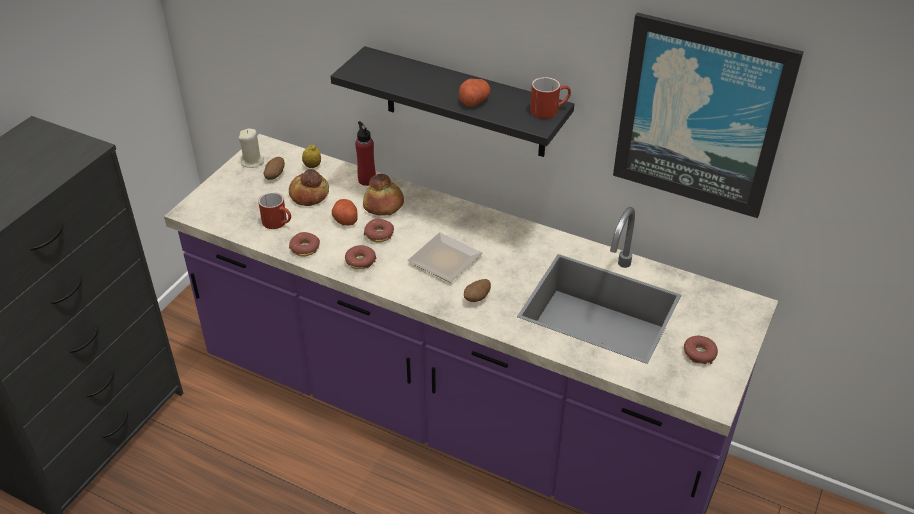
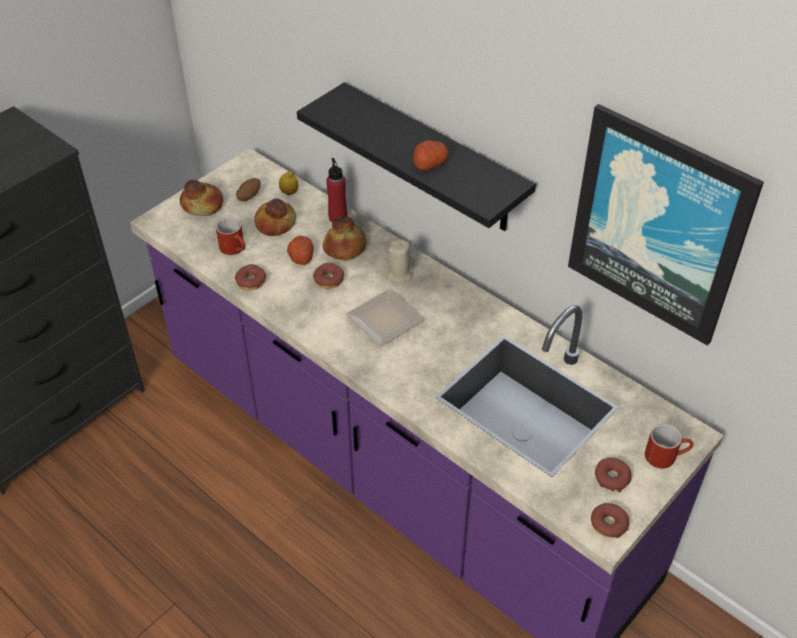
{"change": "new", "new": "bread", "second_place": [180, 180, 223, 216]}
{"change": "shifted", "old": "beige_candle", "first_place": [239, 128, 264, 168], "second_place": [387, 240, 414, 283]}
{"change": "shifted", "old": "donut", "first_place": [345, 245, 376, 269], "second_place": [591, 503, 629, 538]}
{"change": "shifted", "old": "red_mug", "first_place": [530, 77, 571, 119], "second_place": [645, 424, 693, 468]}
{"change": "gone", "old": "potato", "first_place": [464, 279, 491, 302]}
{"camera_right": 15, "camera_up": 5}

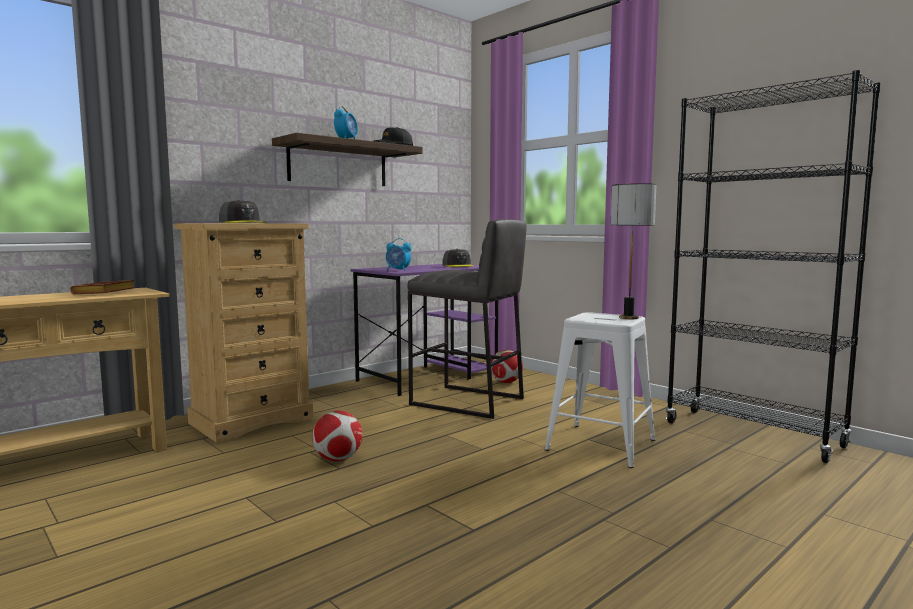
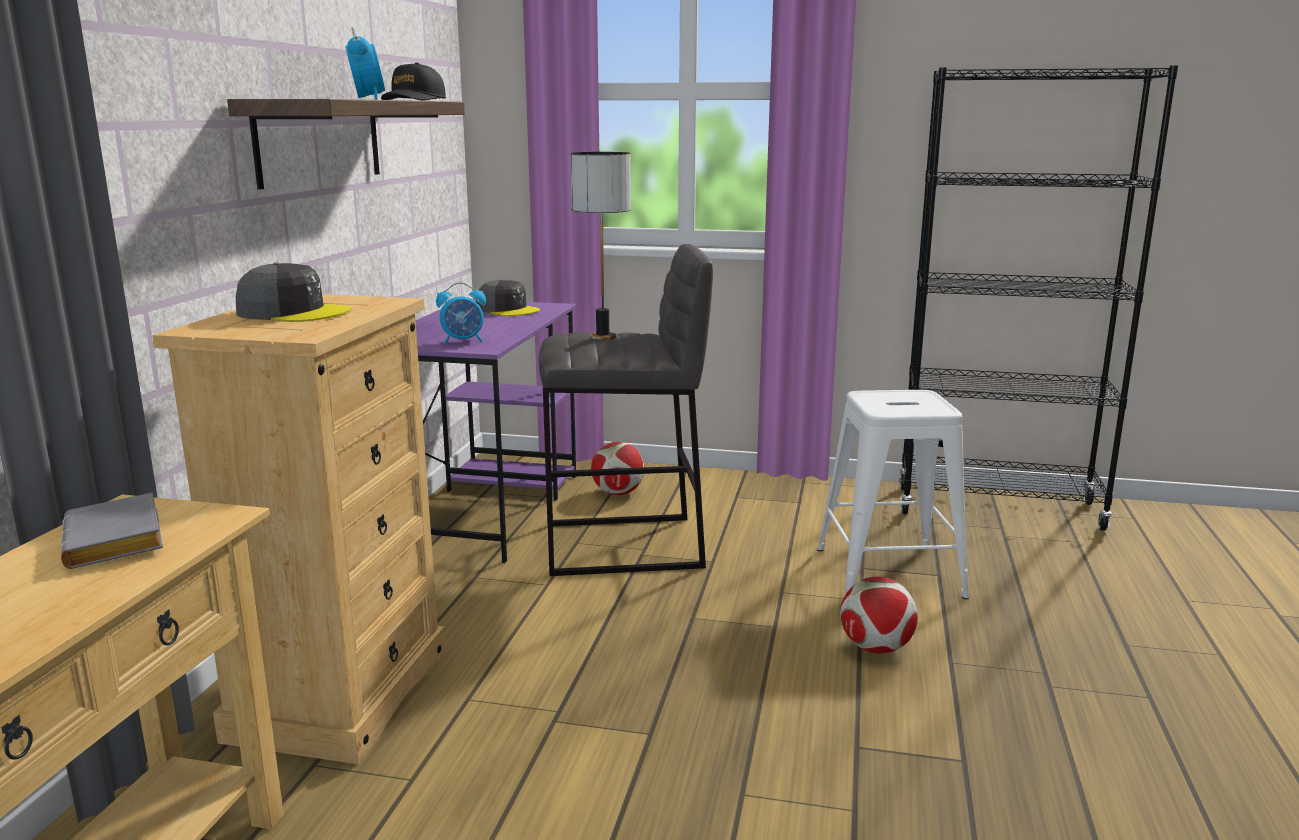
{"change": "repainted", "old": "brown_book", "new": "grey_book", "first_place": [71, 280, 135, 294], "second_place": [61, 493, 163, 569]}
{"change": "shifted", "old": "table_lamp", "first_place": [611, 183, 656, 319], "second_place": [571, 152, 631, 340]}
{"change": "shifted", "old": "football", "first_place": [312, 411, 362, 461], "second_place": [840, 577, 918, 653]}
{"camera_right": -35, "camera_up": 10}

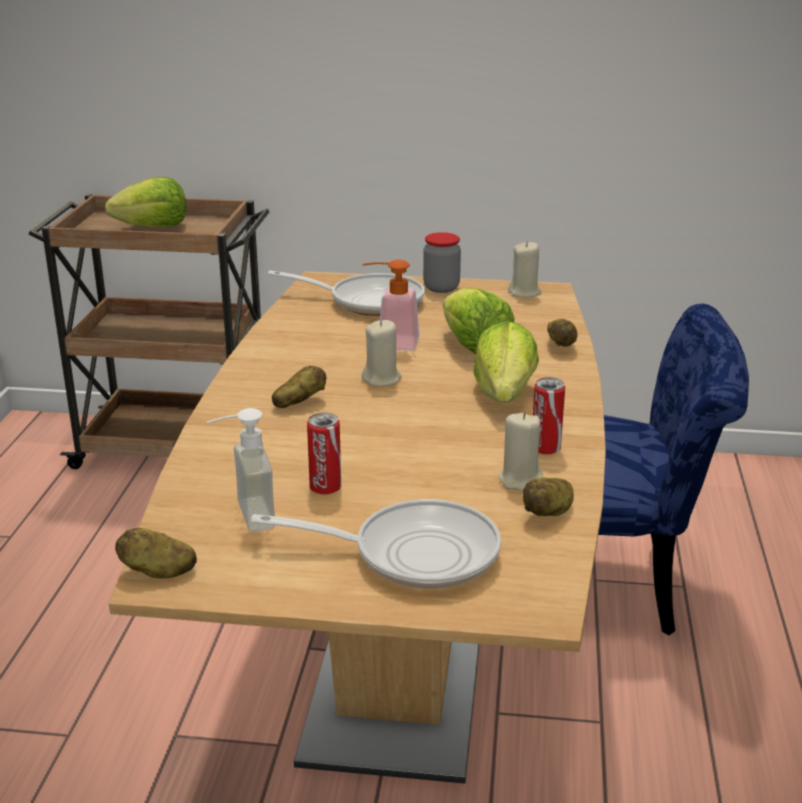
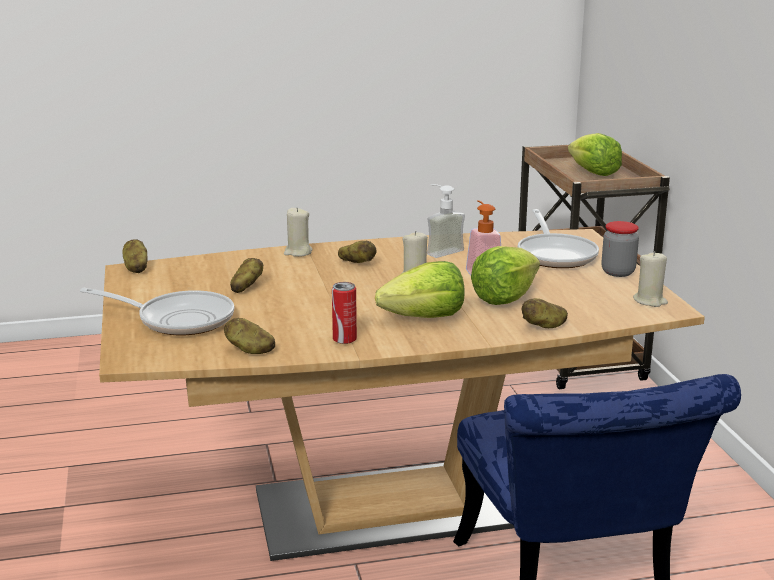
{"change": "rotated", "old": "frying_pan", "first_place": [251, 499, 501, 589], "second_place": [80, 288, 234, 335], "degrees": -60}
{"change": "swapped", "old": "can", "new": "potato", "first_place": [307, 413, 341, 494], "second_place": [230, 258, 263, 293]}
{"change": "shifted", "old": "beige_candle", "first_place": [498, 412, 543, 492], "second_place": [284, 208, 313, 257]}
{"change": "shifted", "old": "soap_dispenser", "first_place": [207, 408, 275, 532], "second_place": [427, 184, 465, 258]}
{"camera_right": 70, "camera_up": -5}

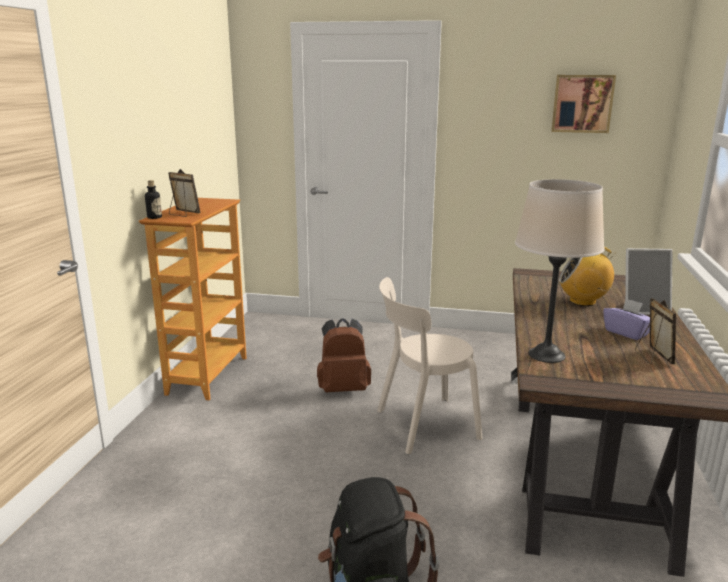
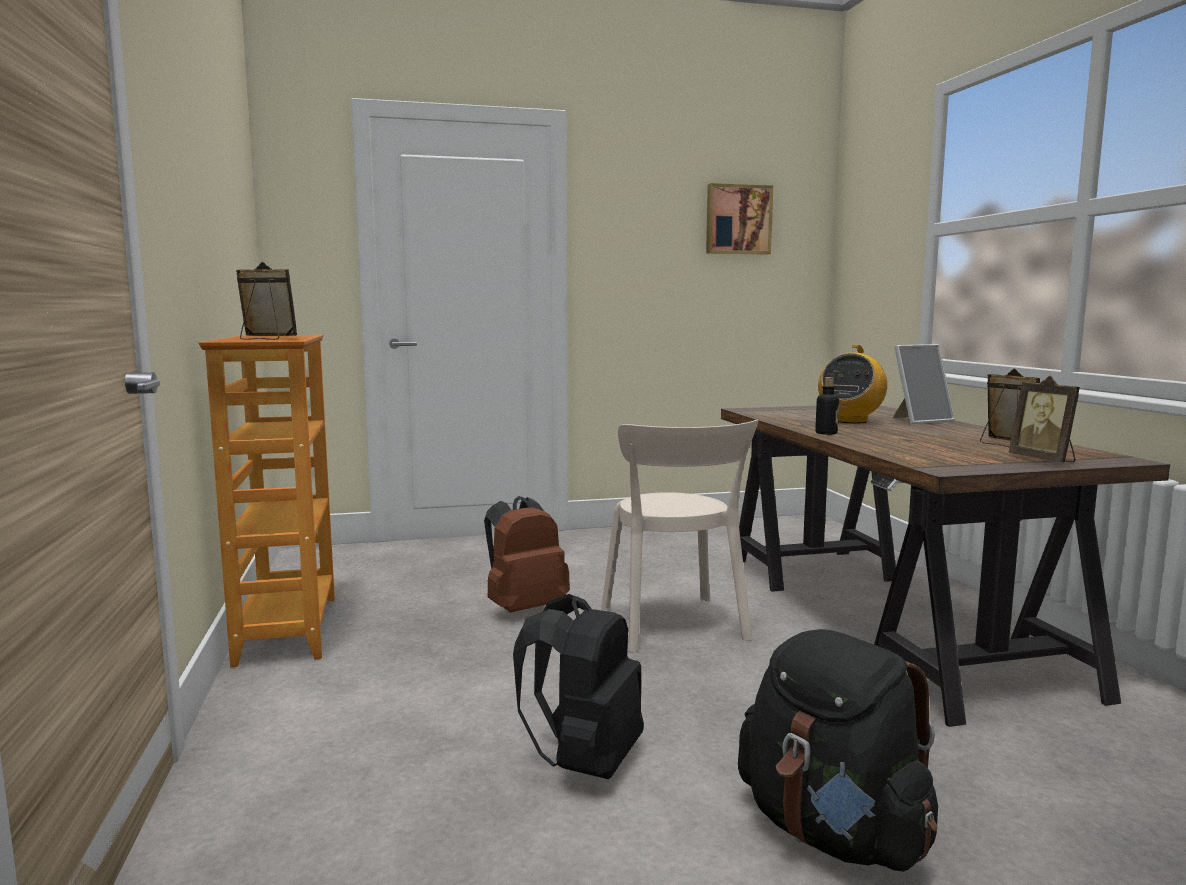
{"change": "new", "new": "black_backpack", "second_place": [513, 594, 644, 779]}
{"change": "rotated", "old": "beige_chair", "first_place": [377, 277, 483, 454], "second_place": [601, 419, 758, 653], "degrees": -60}
{"change": "shifted", "old": "bottle", "first_place": [145, 180, 162, 219], "second_place": [815, 377, 839, 435]}
{"change": "rotated", "old": "radio", "first_place": [559, 247, 614, 306], "second_place": [818, 345, 887, 423], "degrees": -45}
{"change": "new", "new": "picture_frame", "second_place": [1008, 376, 1080, 462]}
{"change": "gone", "old": "beige_table_lamp", "first_place": [515, 179, 605, 363]}
{"change": "gone", "old": "purple_tissue_box", "first_place": [603, 298, 650, 340]}
{"camera_right": -25, "camera_up": -10}

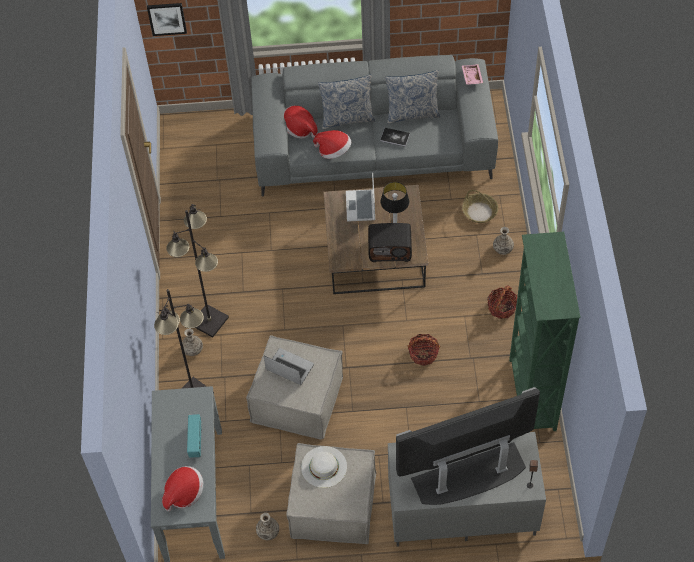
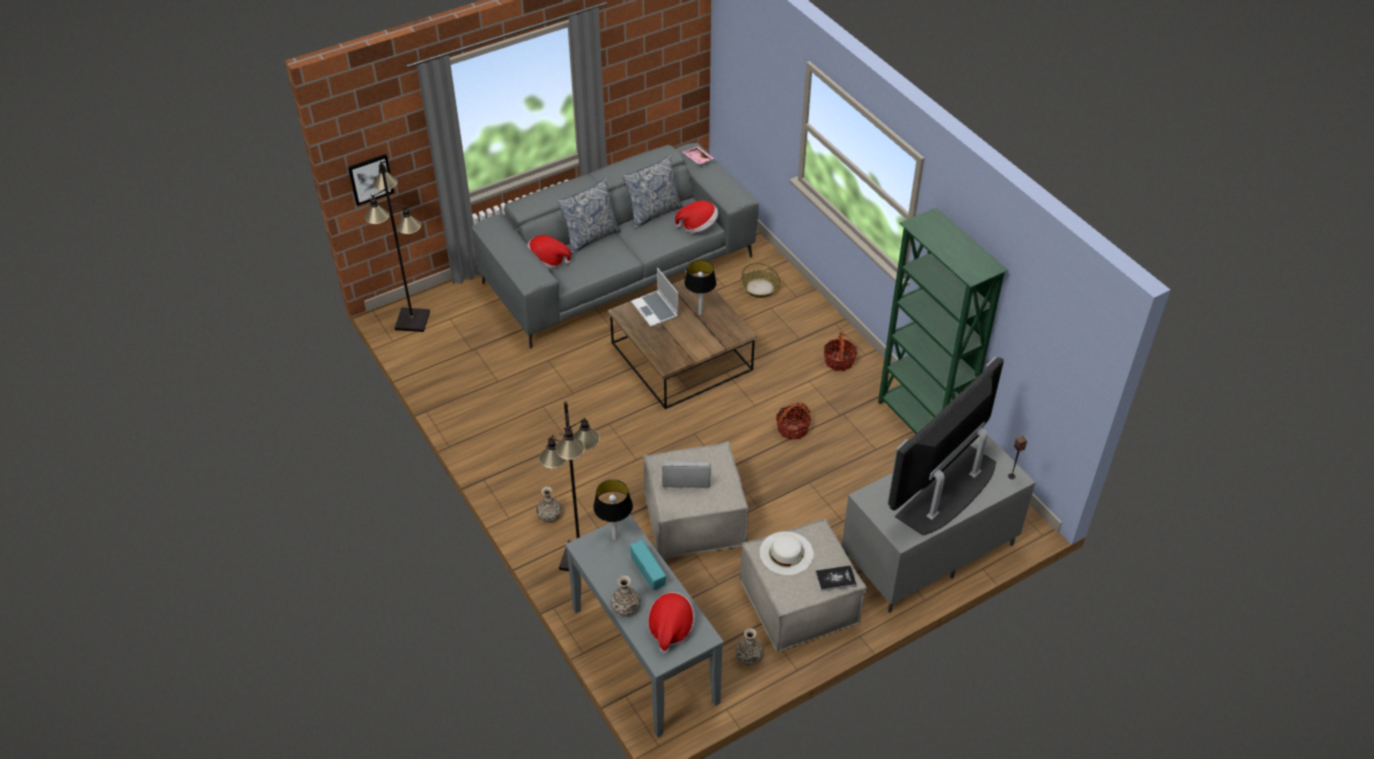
{"change": "shifted", "old": "black_floor_lamp", "first_place": [166, 204, 229, 337], "second_place": [364, 161, 430, 332]}
{"change": "new", "new": "table_lamp", "second_place": [593, 479, 633, 540]}
{"change": "shifted", "old": "vase", "first_place": [493, 227, 514, 255], "second_place": [611, 576, 641, 616]}
{"change": "shifted", "old": "hat", "first_place": [313, 130, 351, 159], "second_place": [675, 200, 718, 233]}
{"change": "shifted", "old": "book", "first_place": [380, 128, 410, 147], "second_place": [816, 565, 856, 591]}
{"change": "gone", "old": "radio", "first_place": [368, 223, 412, 262]}
{"camera_right": -30, "camera_up": -10}

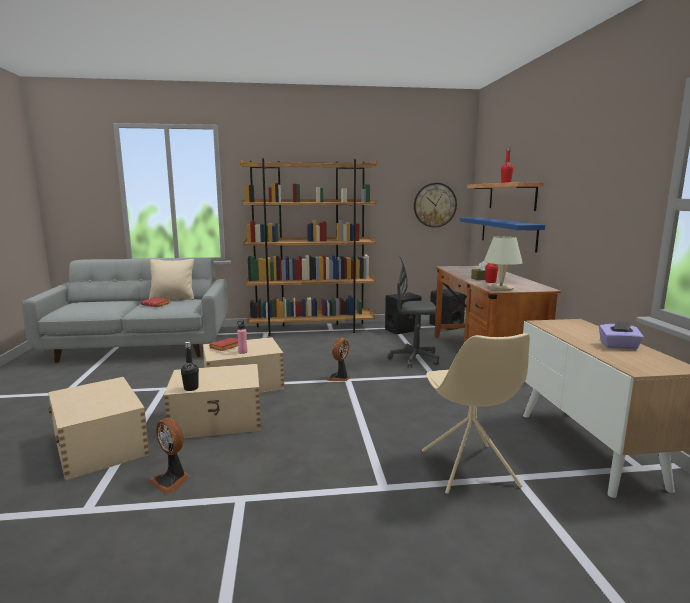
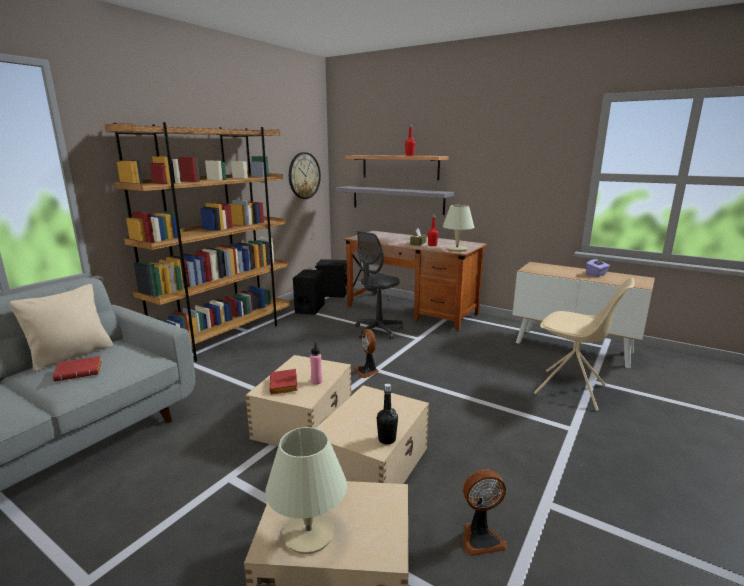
{"change": "new", "new": "beige_table_lamp", "second_place": [265, 427, 347, 554]}
{"change": "repainted", "old": "blue_shelf", "new": "grey_shelf", "first_place": [460, 217, 545, 252], "second_place": [336, 186, 454, 215]}
{"camera_right": -50, "camera_up": 5}

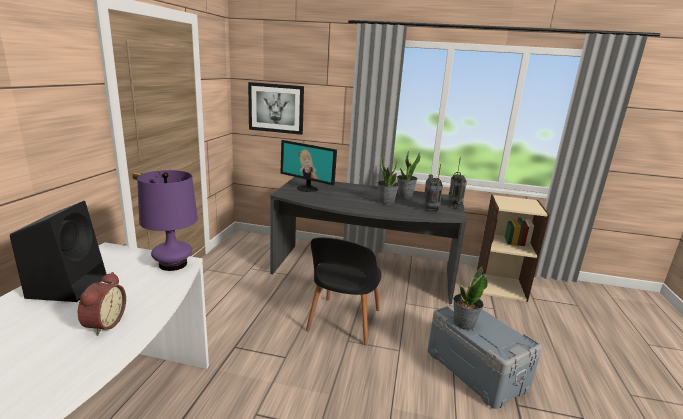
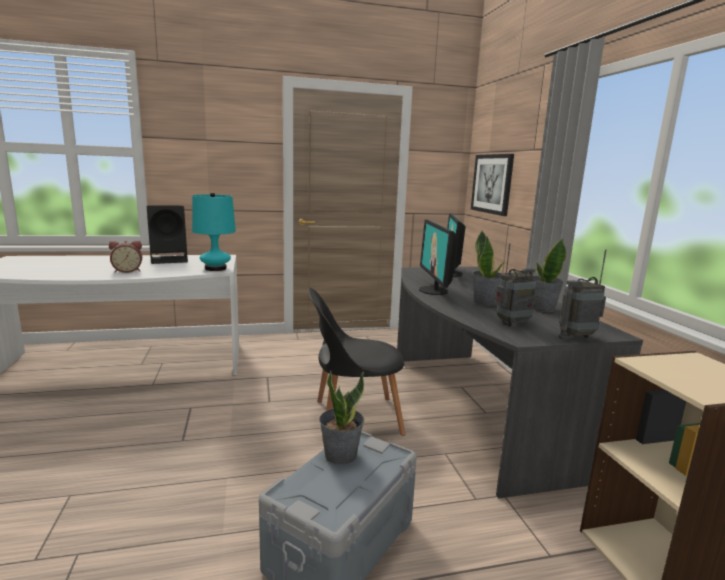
{"change": "repainted", "old": "purple_table_lamp", "new": "turquoise_table_lamp", "first_place": [137, 170, 198, 271], "second_place": [192, 192, 236, 271]}
{"change": "new", "new": "monitor", "second_place": [419, 220, 458, 295]}
{"camera_right": 65, "camera_up": -5}

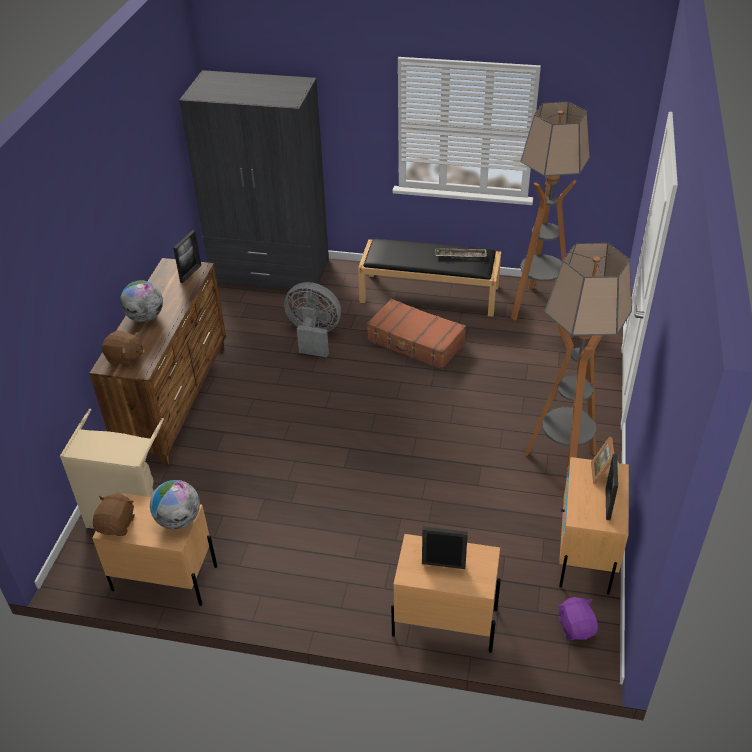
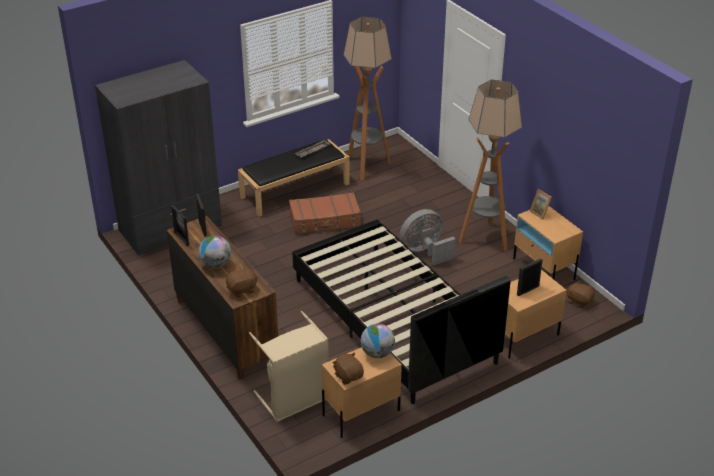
{"change": "shifted", "old": "picture_frame", "first_place": [605, 454, 618, 520], "second_place": [171, 205, 189, 246]}
{"change": "new", "new": "black_bed", "second_place": [292, 220, 511, 404]}
{"change": "shifted", "old": "grey_fan", "first_place": [284, 282, 341, 358], "second_place": [400, 209, 456, 265]}
{"change": "repainted", "old": "purple_plush_toy", "new": "brown_plush_toy", "first_place": [558, 597, 598, 640], "second_place": [566, 281, 595, 308]}
{"camera_right": -45, "camera_up": -5}

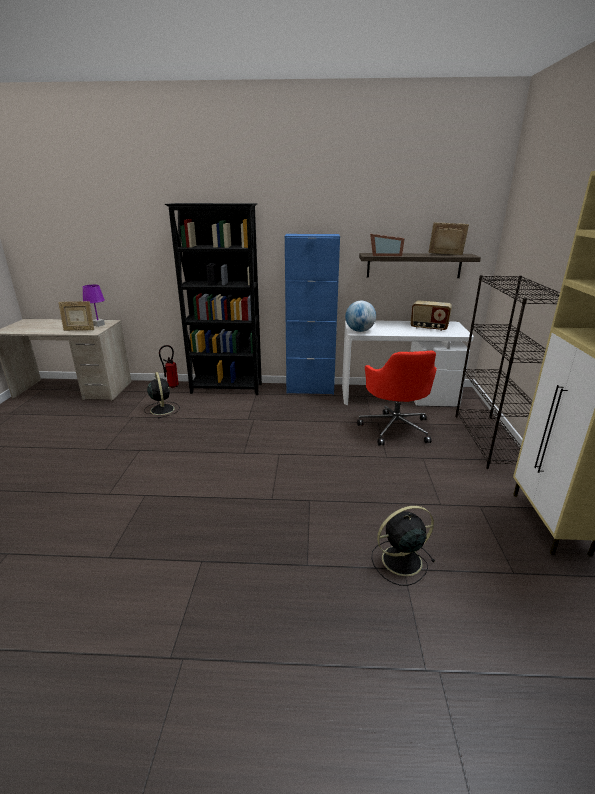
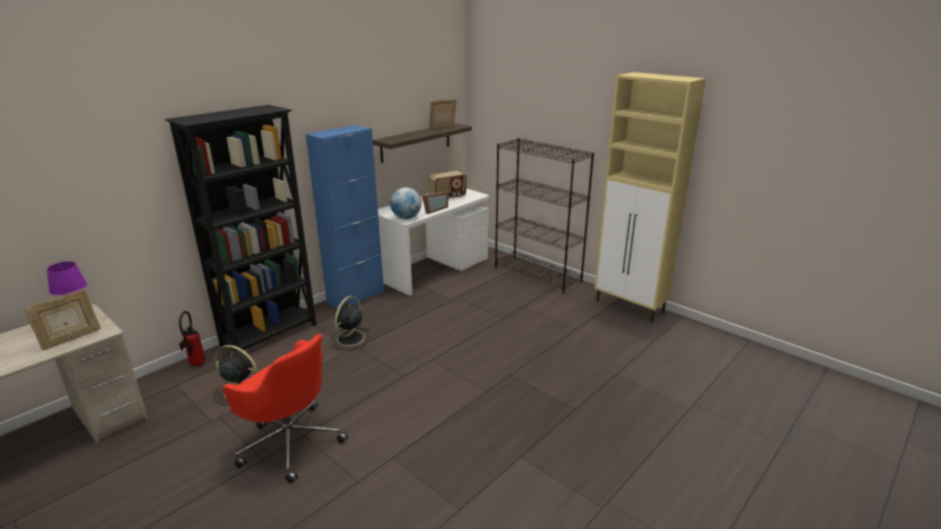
{"change": "shifted", "old": "red_office_chair", "first_place": [357, 350, 437, 445], "second_place": [222, 334, 348, 483]}
{"change": "shifted", "old": "black_fan", "first_place": [371, 506, 435, 586], "second_place": [330, 296, 369, 351]}
{"change": "shifted", "old": "picture_frame", "first_place": [370, 234, 405, 256], "second_place": [422, 191, 448, 214]}
{"camera_right": -50, "camera_up": 0}

